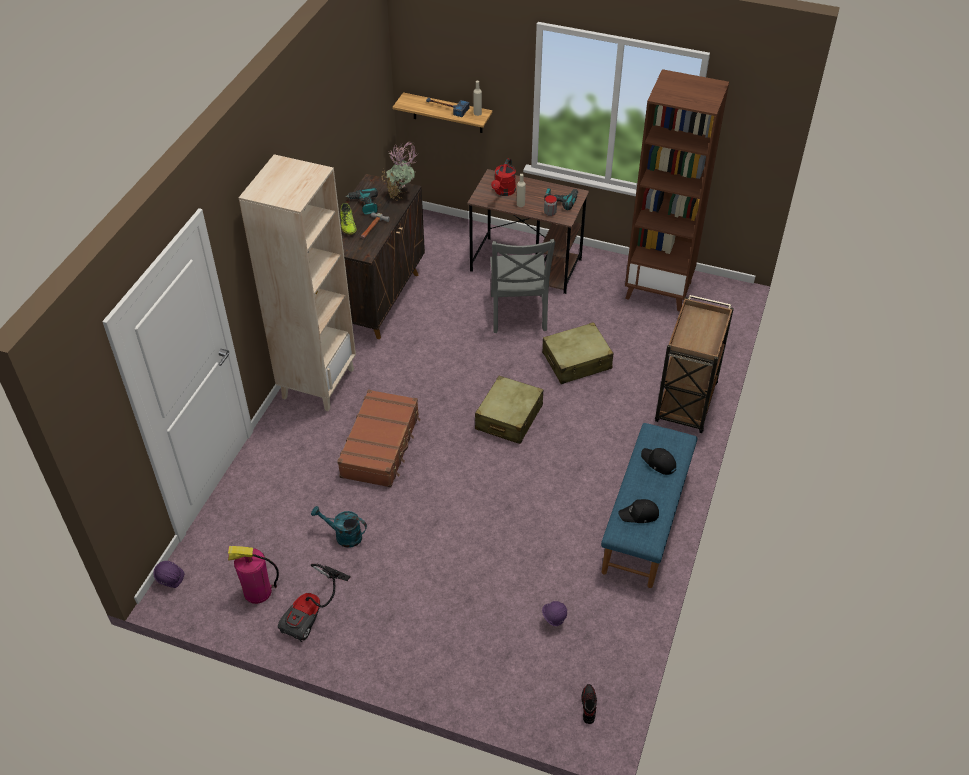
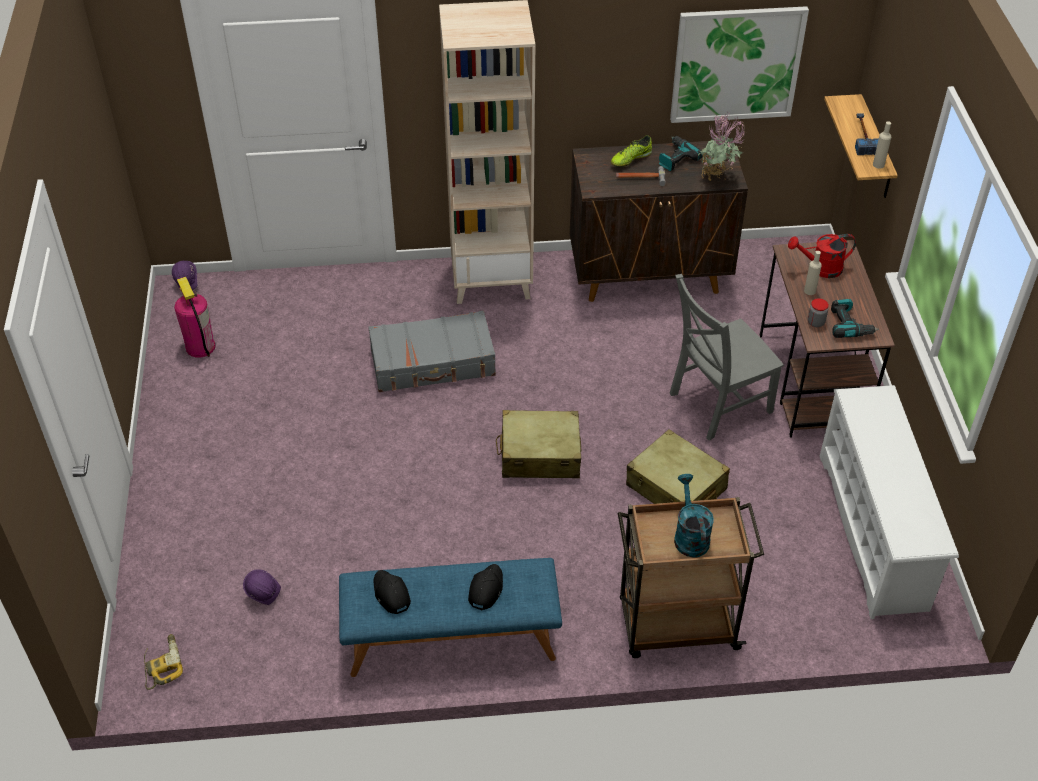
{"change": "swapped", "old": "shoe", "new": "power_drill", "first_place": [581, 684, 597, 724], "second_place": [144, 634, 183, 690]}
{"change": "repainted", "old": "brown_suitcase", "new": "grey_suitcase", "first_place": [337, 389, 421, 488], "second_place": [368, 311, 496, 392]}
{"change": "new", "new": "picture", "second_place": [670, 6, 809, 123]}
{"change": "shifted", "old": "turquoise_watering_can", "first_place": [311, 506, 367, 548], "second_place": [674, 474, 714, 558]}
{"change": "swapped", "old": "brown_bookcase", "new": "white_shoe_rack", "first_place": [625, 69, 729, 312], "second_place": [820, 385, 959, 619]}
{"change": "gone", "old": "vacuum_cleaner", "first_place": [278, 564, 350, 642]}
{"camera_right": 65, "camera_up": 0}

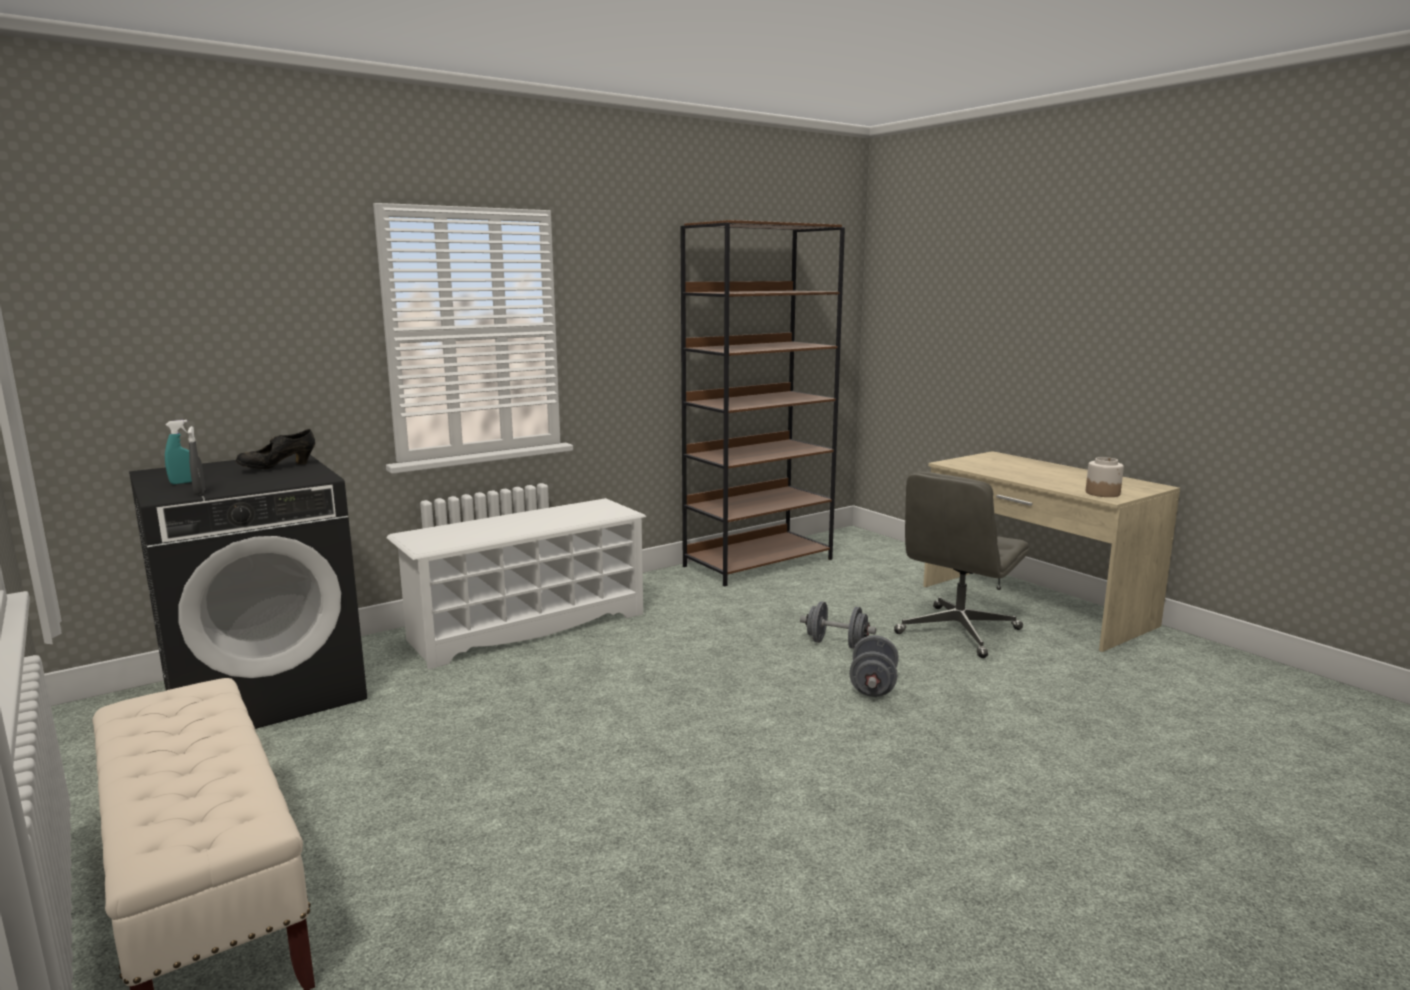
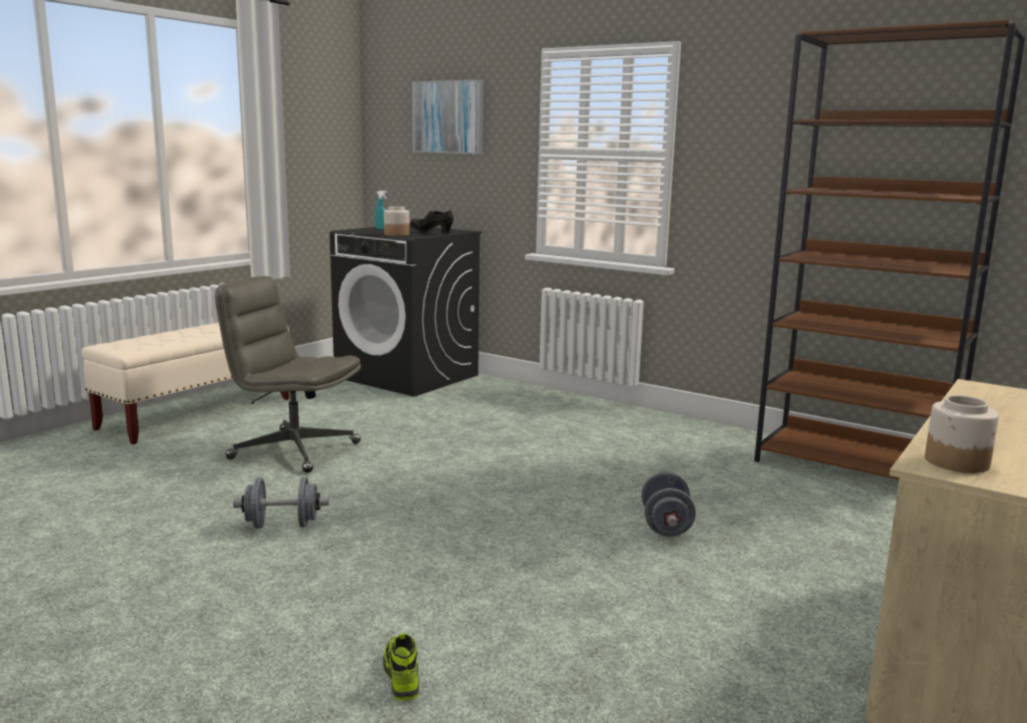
{"change": "shifted", "old": "grey_office_chair", "first_place": [894, 472, 1029, 658], "second_place": [215, 276, 361, 473]}
{"change": "shifted", "old": "grey_dumbbell", "first_place": [849, 635, 899, 697], "second_place": [233, 477, 329, 529]}
{"change": "new", "new": "shoe", "second_place": [383, 633, 419, 700]}
{"change": "new", "new": "jar", "second_place": [384, 206, 409, 236]}
{"change": "new", "new": "picture", "second_place": [412, 79, 484, 154]}
{"change": "gone", "old": "grey_spray_bottle", "first_place": [188, 426, 205, 495]}
{"change": "gone", "old": "white_shoe_rack", "first_place": [386, 498, 646, 670]}
{"camera_right": 70, "camera_up": 0}

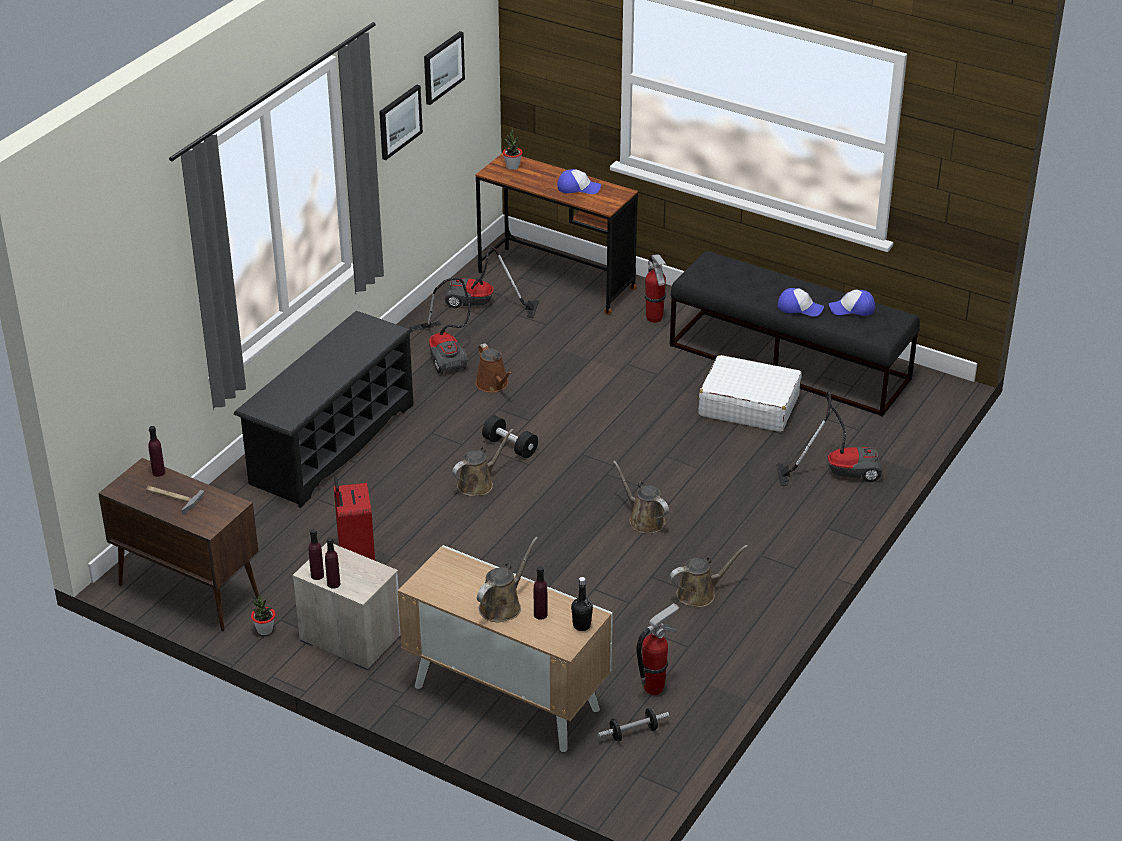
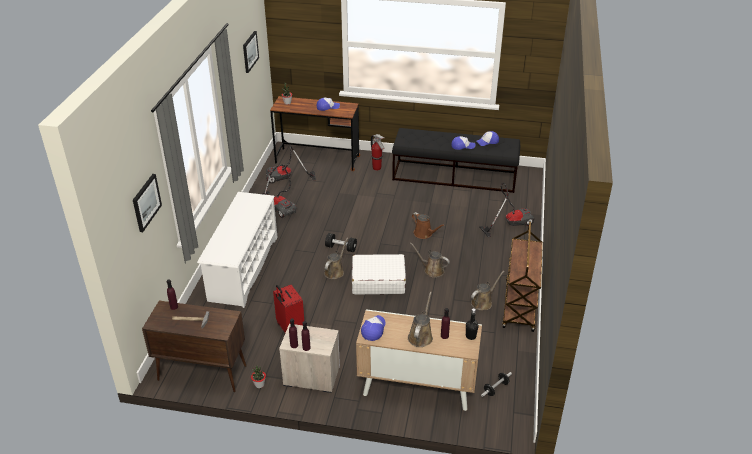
{"change": "shifted", "old": "picture", "first_place": [379, 85, 423, 160], "second_place": [133, 174, 162, 232]}
{"change": "repainted", "old": "black_shoe_rack", "new": "white_shoe_rack", "first_place": [234, 311, 413, 508], "second_place": [197, 192, 278, 308]}
{"change": "shifted", "old": "white_suitcase", "first_place": [699, 355, 802, 432], "second_place": [352, 254, 406, 294]}
{"change": "new", "new": "cap", "second_place": [361, 315, 386, 341]}
{"change": "shifted", "old": "brown_watering_can", "first_place": [476, 343, 512, 393], "second_place": [412, 212, 445, 239]}
{"change": "new", "new": "brown_cart", "second_place": [502, 222, 543, 332]}
{"change": "gone", "old": "fire_extinguisher", "first_place": [636, 603, 679, 695]}
{"camera_right": -20, "camera_up": 0}

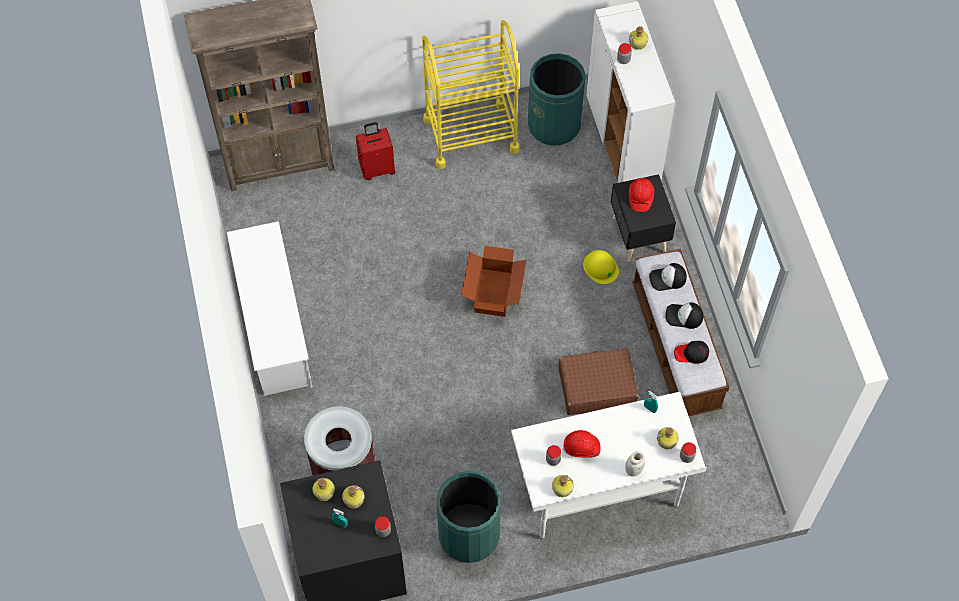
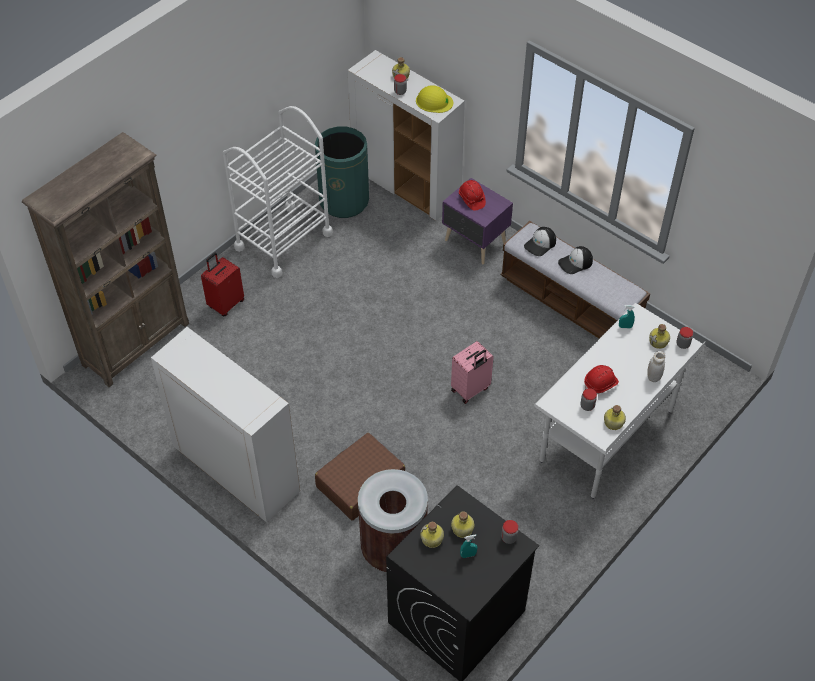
{"change": "swapped", "old": "white_shoe_rack", "new": "white_cabinet", "first_place": [227, 221, 313, 396], "second_place": [151, 327, 300, 522]}
{"change": "repainted", "old": "yellow_cart", "new": "white_cart", "first_place": [422, 20, 520, 169], "second_place": [223, 106, 333, 278]}
{"change": "shifted", "old": "brown_suitcase", "first_place": [558, 348, 639, 415], "second_place": [315, 433, 405, 520]}
{"change": "shifted", "old": "yellow_hard_hat", "first_place": [583, 250, 619, 284], "second_place": [416, 85, 453, 113]}
{"change": "repainted", "old": "black_nightstand", "new": "purple_nightstand", "first_place": [611, 174, 676, 262], "second_place": [442, 178, 513, 264]}
{"change": "new", "new": "pink_suitcase", "second_place": [451, 341, 494, 404]}
{"change": "gone", "old": "green_trash_can", "first_place": [437, 471, 500, 563]}
{"change": "gone", "old": "cardboard_box", "first_place": [461, 246, 526, 317]}
{"change": "gone", "old": "black_cap", "first_place": [674, 341, 709, 364]}
{"camera_right": -35, "camera_up": -10}

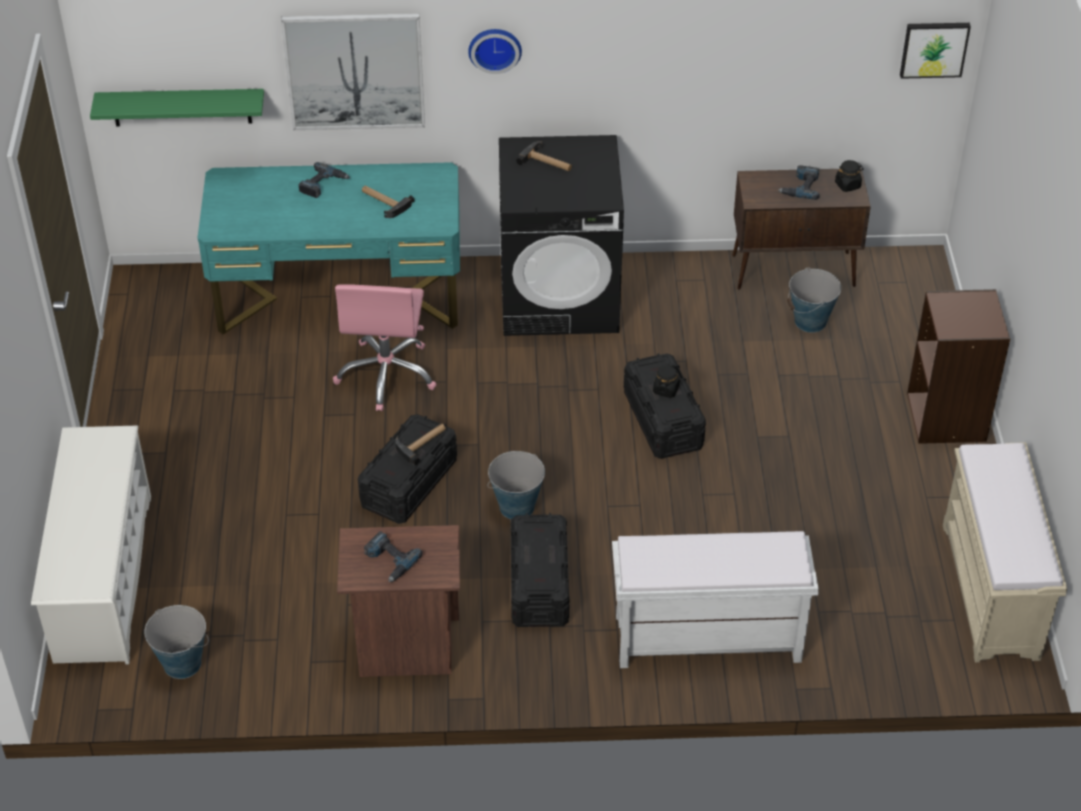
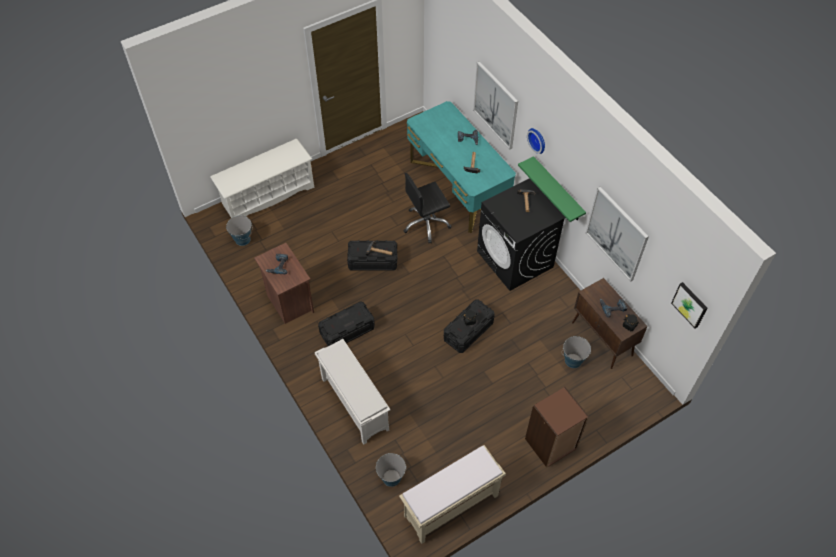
{"change": "swapped", "old": "white_bench", "new": "white_shoe_rack", "first_place": [612, 531, 818, 668], "second_place": [315, 339, 390, 445]}
{"change": "shifted", "old": "bucket", "first_place": [488, 451, 545, 519], "second_place": [376, 453, 407, 487]}
{"change": "repainted", "old": "pink_office_chair", "new": "black_office_chair", "first_place": [333, 284, 437, 411], "second_place": [404, 173, 452, 243]}
{"change": "shifted", "old": "green_shelf", "first_place": [90, 89, 264, 126], "second_place": [518, 156, 586, 222]}
{"change": "new", "new": "picture", "second_place": [586, 187, 649, 282]}
{"camera_right": 60, "camera_up": 10}

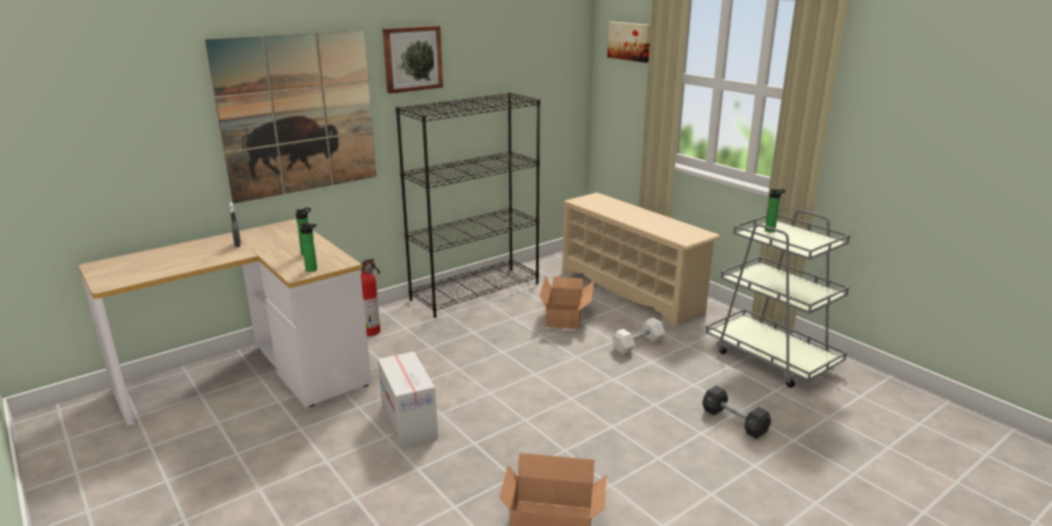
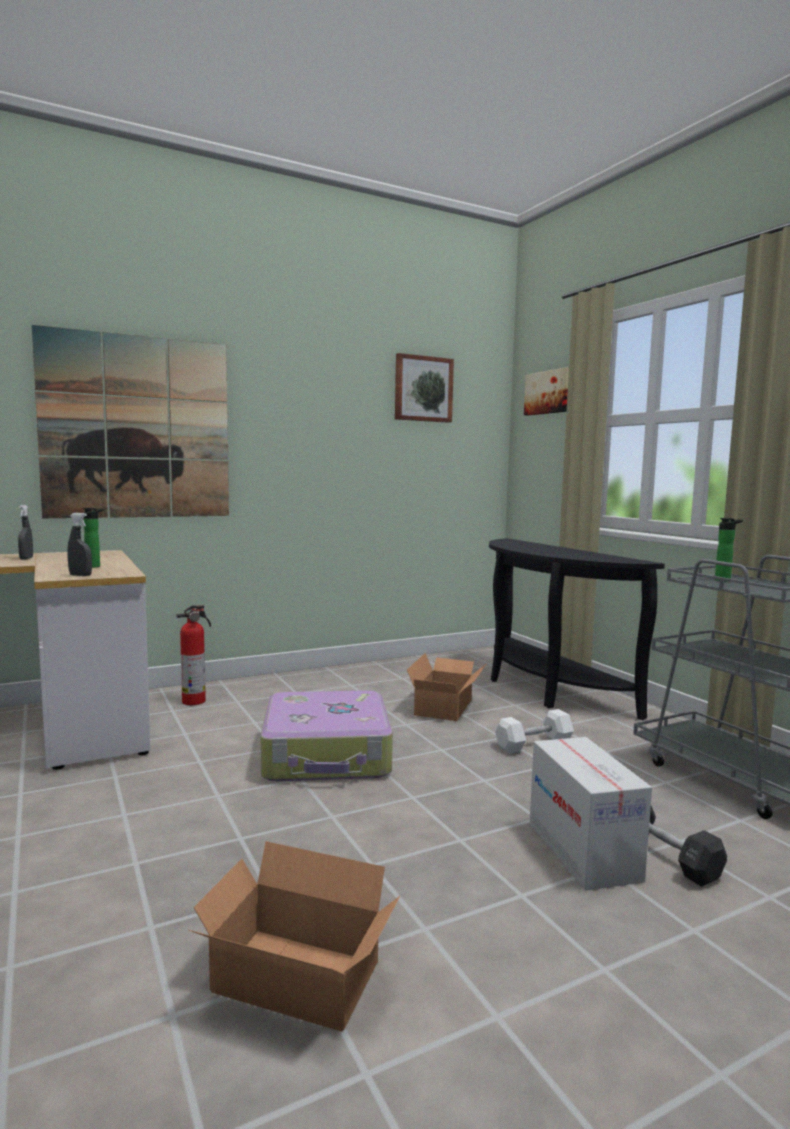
{"change": "swapped", "old": "bottle", "new": "grey_spray_bottle", "first_place": [300, 222, 317, 272], "second_place": [68, 513, 92, 576]}
{"change": "new", "new": "suitcase", "second_place": [261, 691, 393, 781]}
{"change": "shifted", "old": "picture", "first_place": [383, 26, 443, 94], "second_place": [395, 353, 454, 423]}
{"change": "swapped", "old": "beige_shoe_rack", "new": "black_console_table", "first_place": [562, 193, 721, 326], "second_place": [489, 538, 665, 720]}
{"change": "shifted", "old": "cardboard_box", "first_place": [378, 352, 438, 447], "second_place": [530, 737, 652, 891]}
{"change": "gone", "old": "black_bookcase", "first_place": [396, 92, 540, 318]}
{"camera_right": 10, "camera_up": -15}

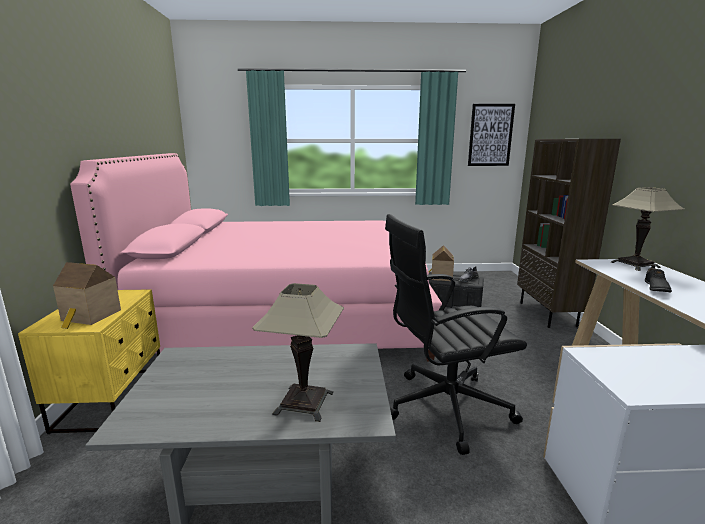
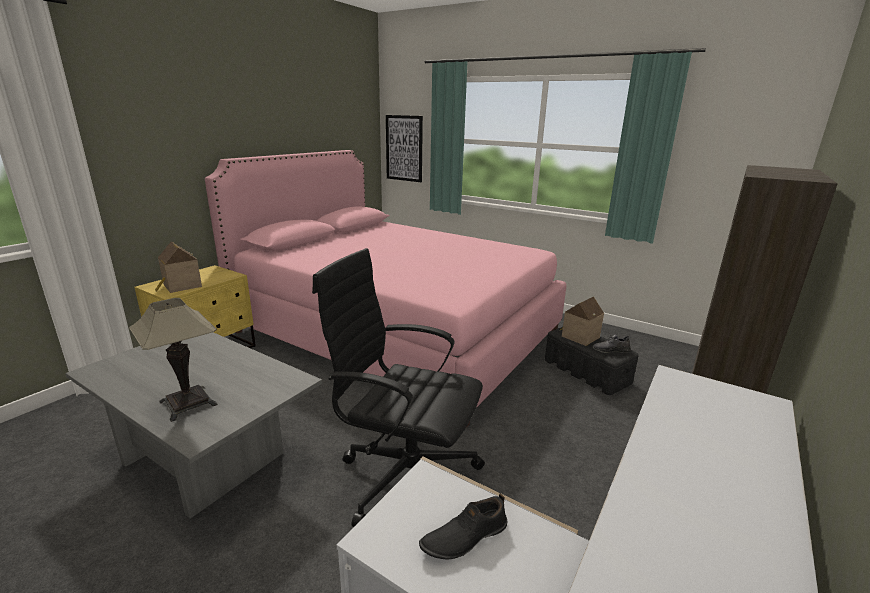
{"change": "shifted", "old": "picture", "first_place": [468, 104, 515, 166], "second_place": [386, 115, 423, 182]}
{"change": "shifted", "old": "black_shoe", "first_place": [645, 265, 672, 292], "second_place": [419, 493, 508, 560]}
{"change": "gone", "old": "table_lamp", "first_place": [611, 187, 685, 271]}
{"camera_right": 35, "camera_up": 5}

